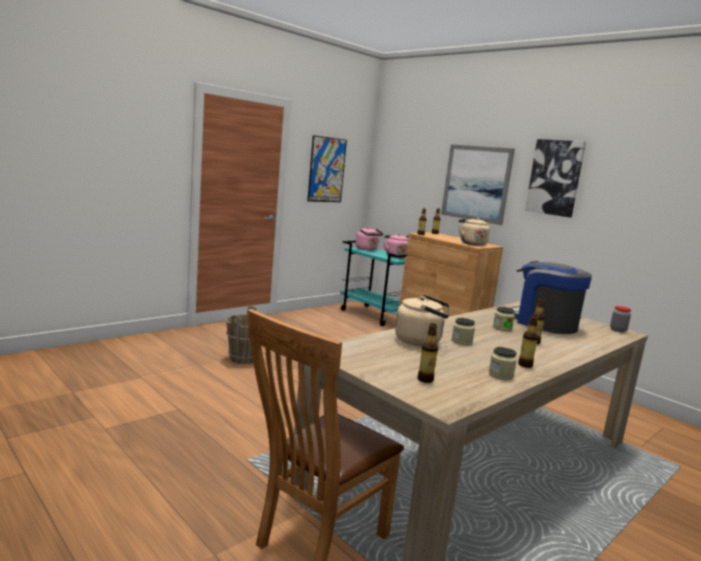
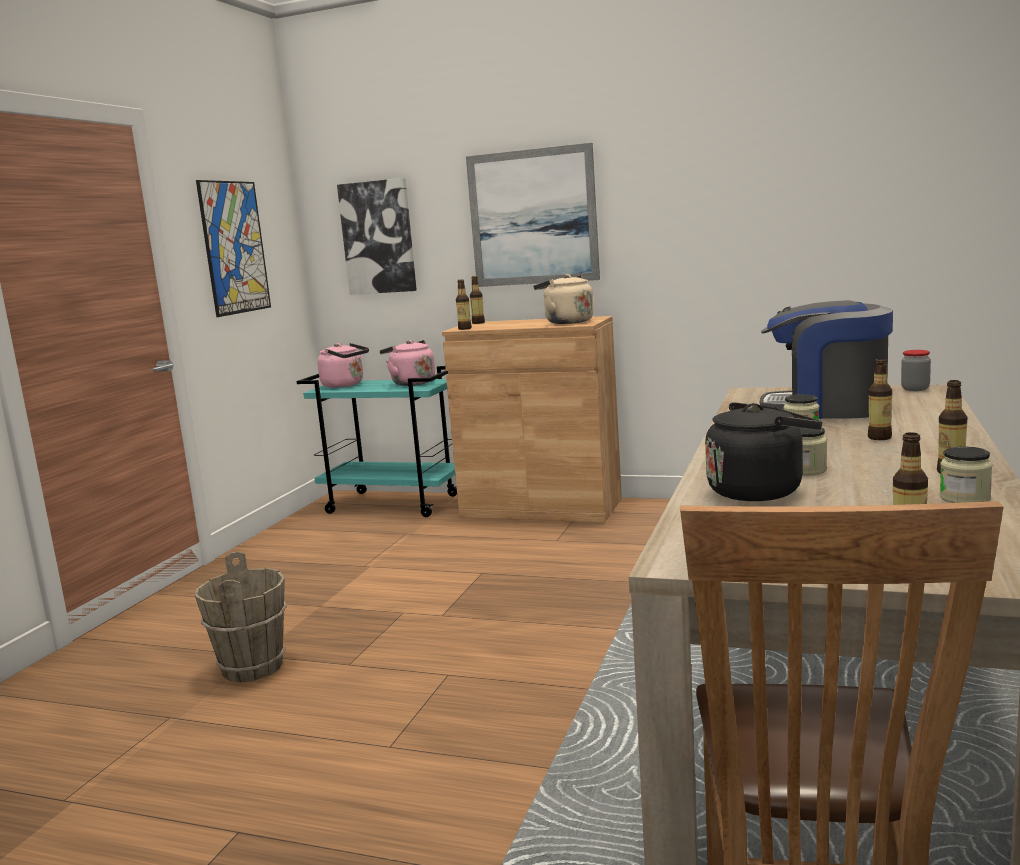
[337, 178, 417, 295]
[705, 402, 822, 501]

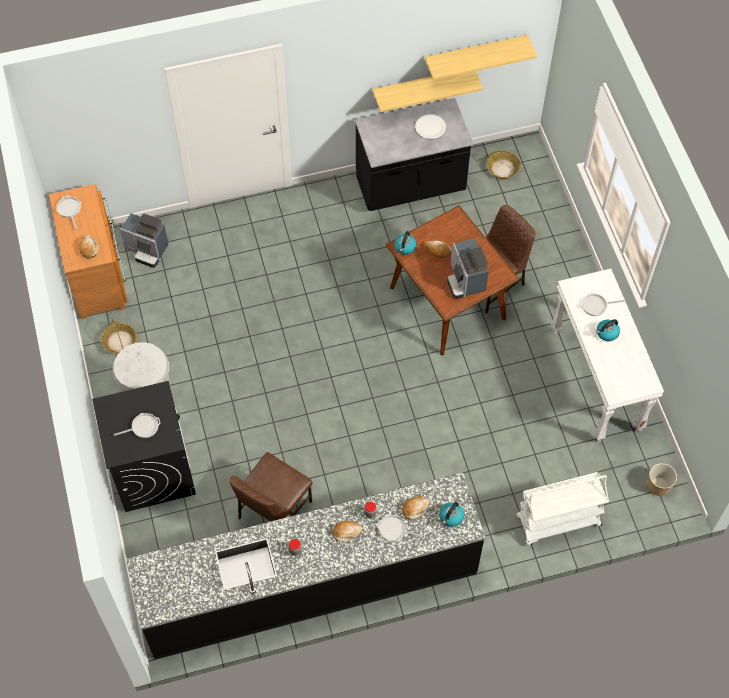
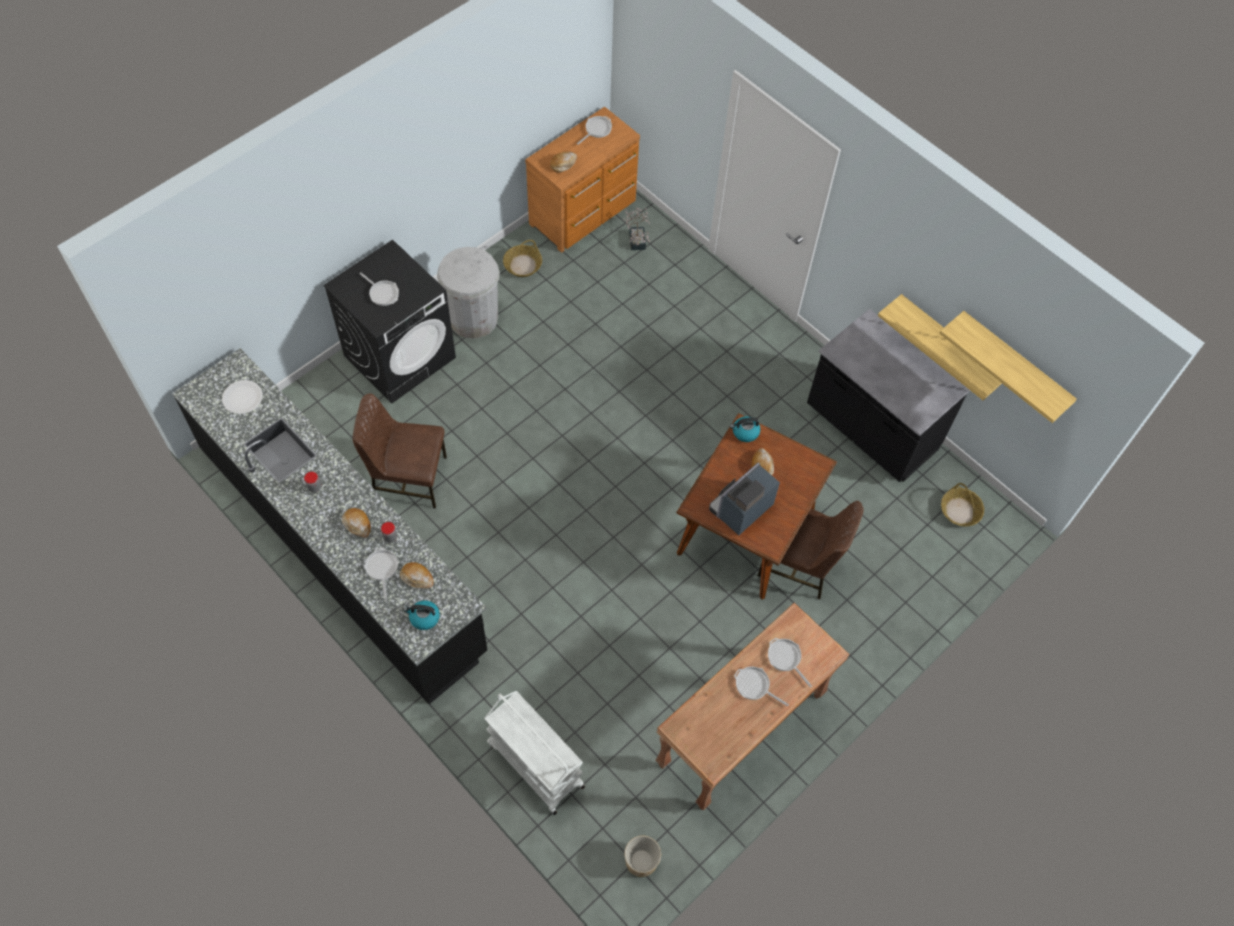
[222, 380, 263, 414]
[623, 208, 650, 250]
[655, 603, 850, 810]
[734, 667, 789, 707]

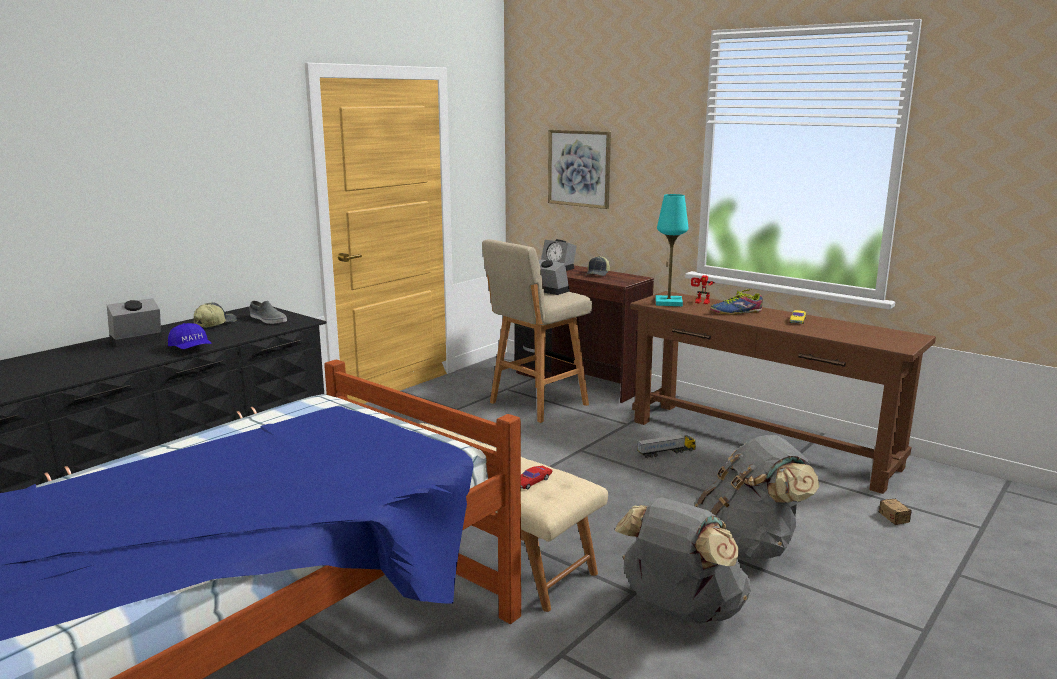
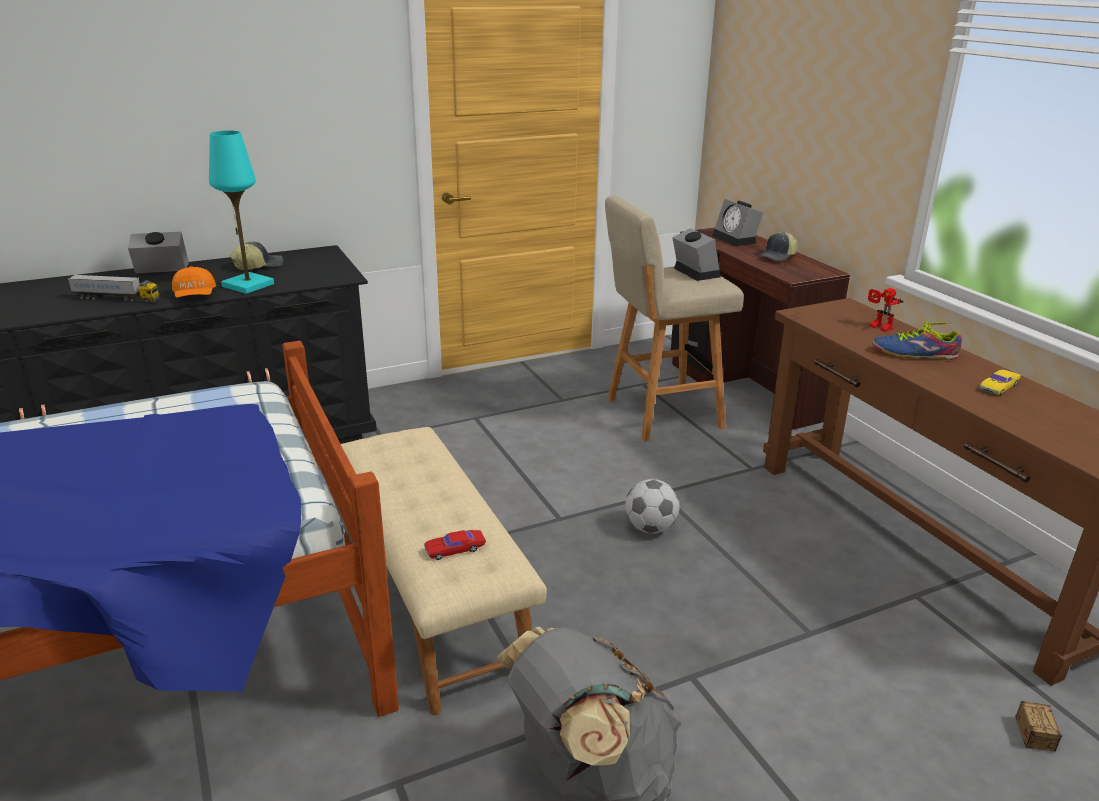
[548, 130, 611, 209] (first image)
[209, 130, 274, 294]
[249, 301, 287, 324] (first image)
[172, 266, 216, 298]
[68, 274, 160, 303]
[695, 435, 819, 559] (first image)
[625, 479, 679, 534]

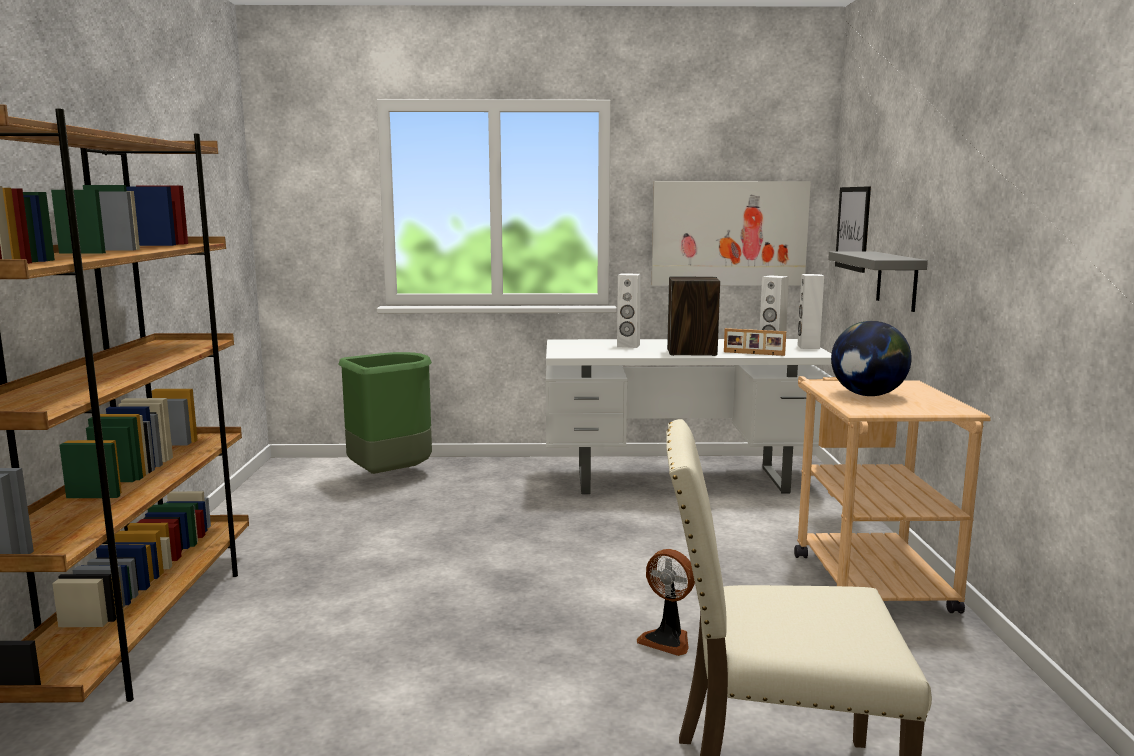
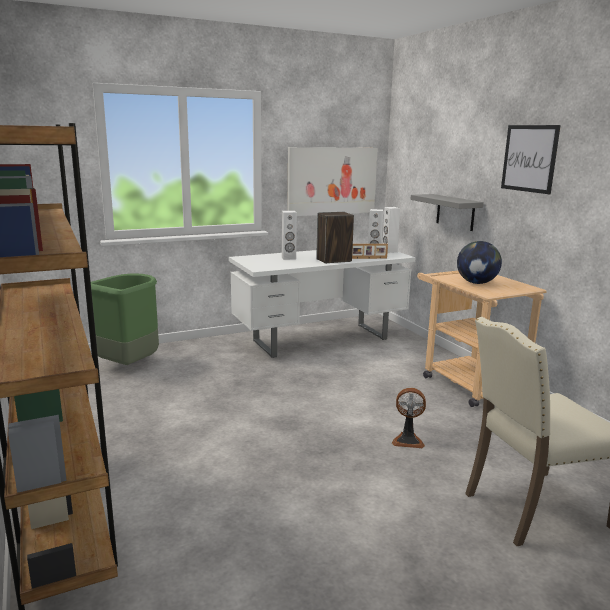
[501, 125, 561, 194]

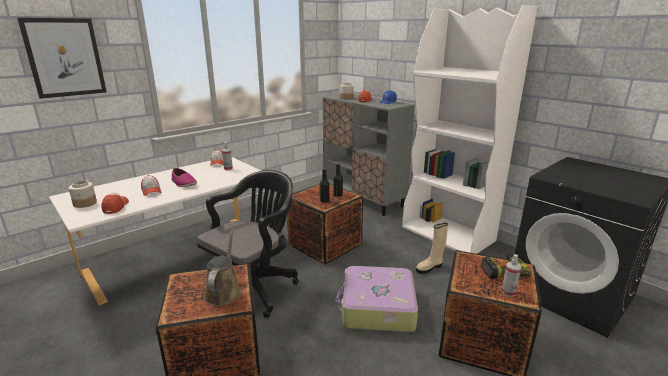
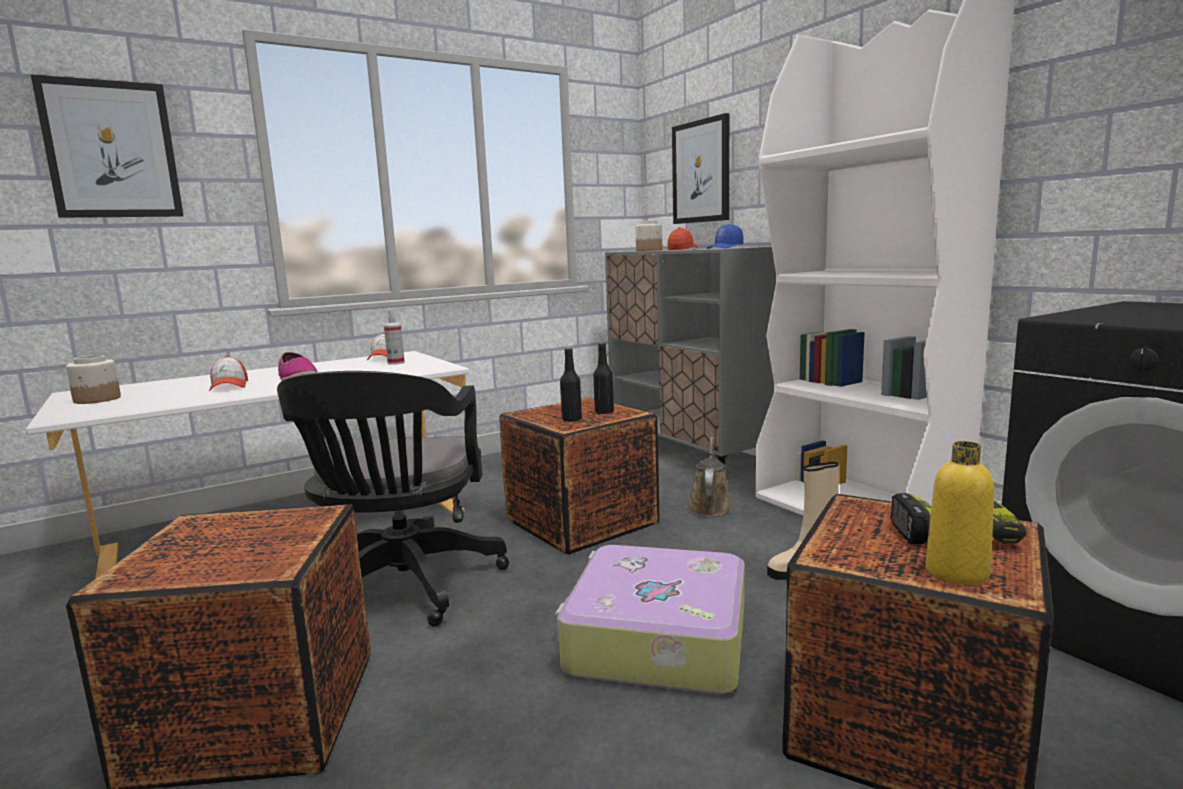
[277, 371, 509, 627]
[101, 193, 129, 214] (first image)
[687, 436, 732, 517]
[925, 441, 994, 585]
[672, 113, 729, 224]

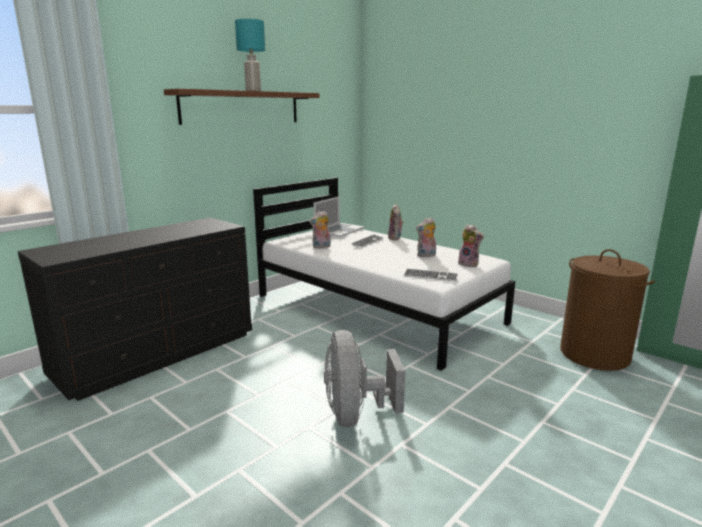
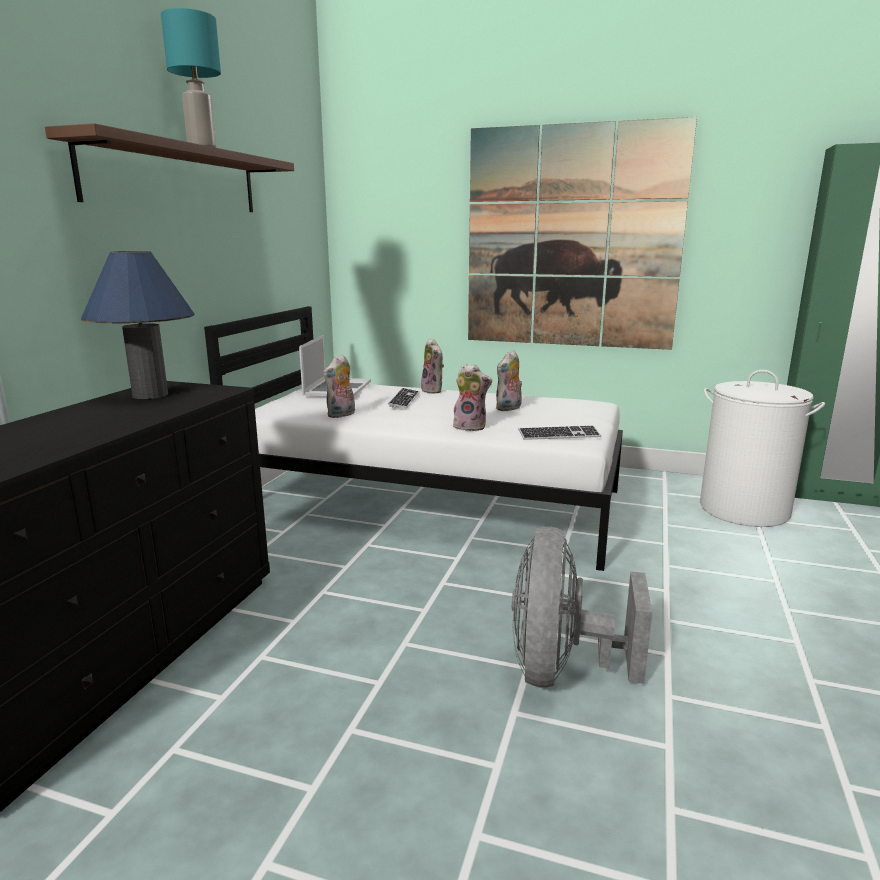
[453, 364, 492, 431]
[700, 370, 825, 527]
[512, 527, 652, 687]
[468, 117, 697, 350]
[81, 251, 195, 399]

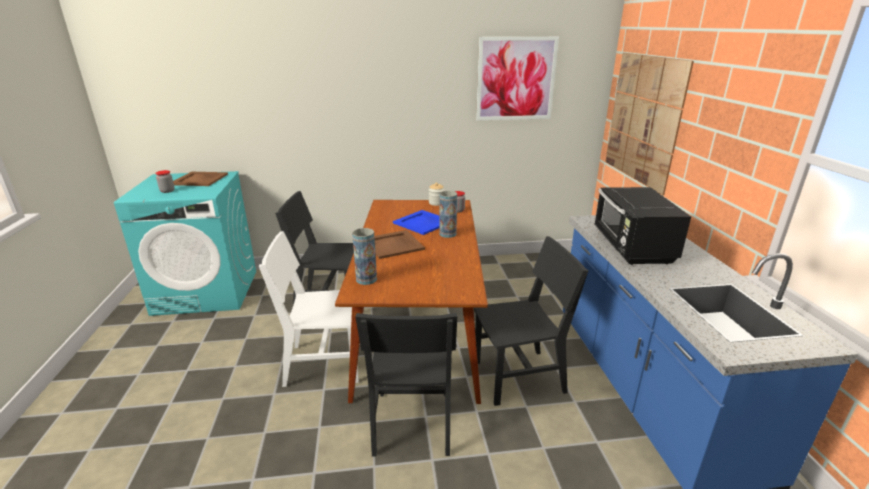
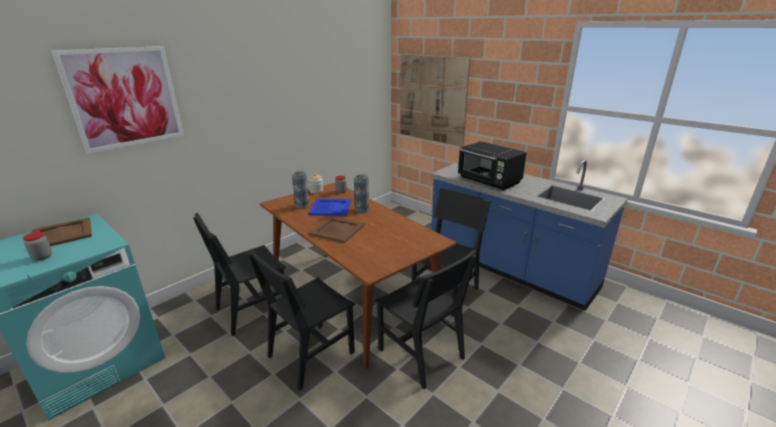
[52, 46, 184, 154]
[292, 171, 309, 209]
[248, 249, 355, 390]

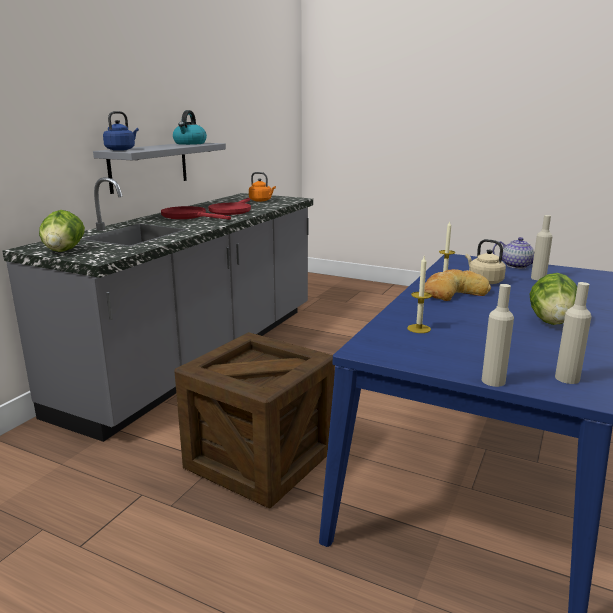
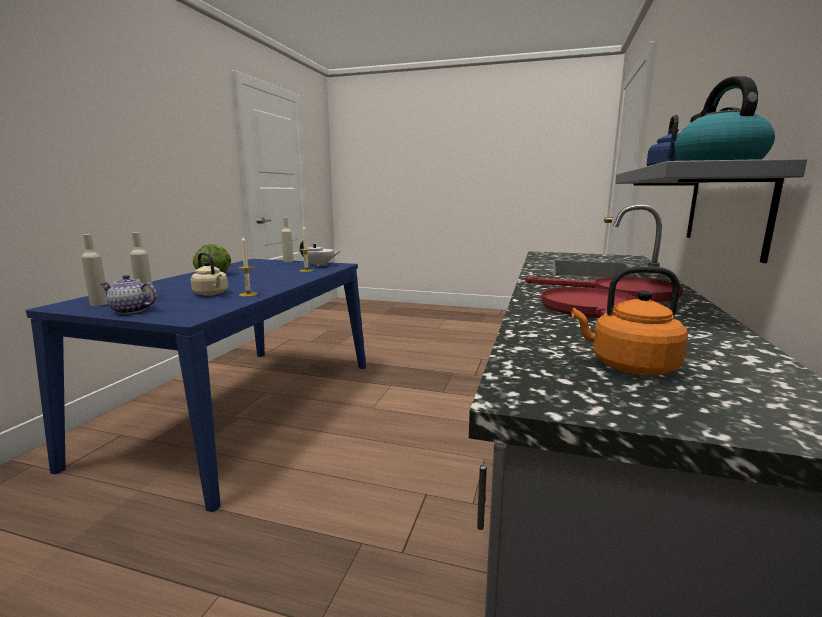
[39, 210, 85, 252] (first image)
[424, 269, 491, 301] (first image)
[81, 234, 108, 306]
[174, 332, 335, 509] (first image)
[300, 241, 340, 267]

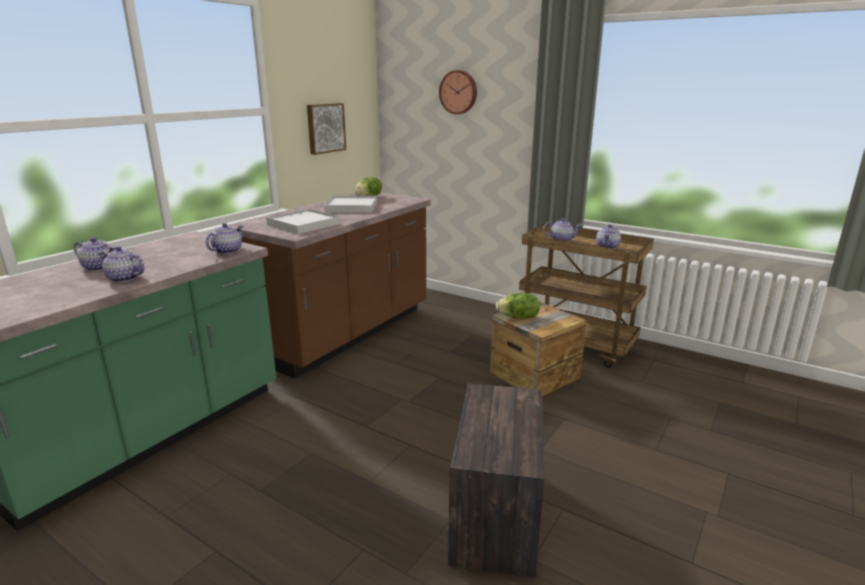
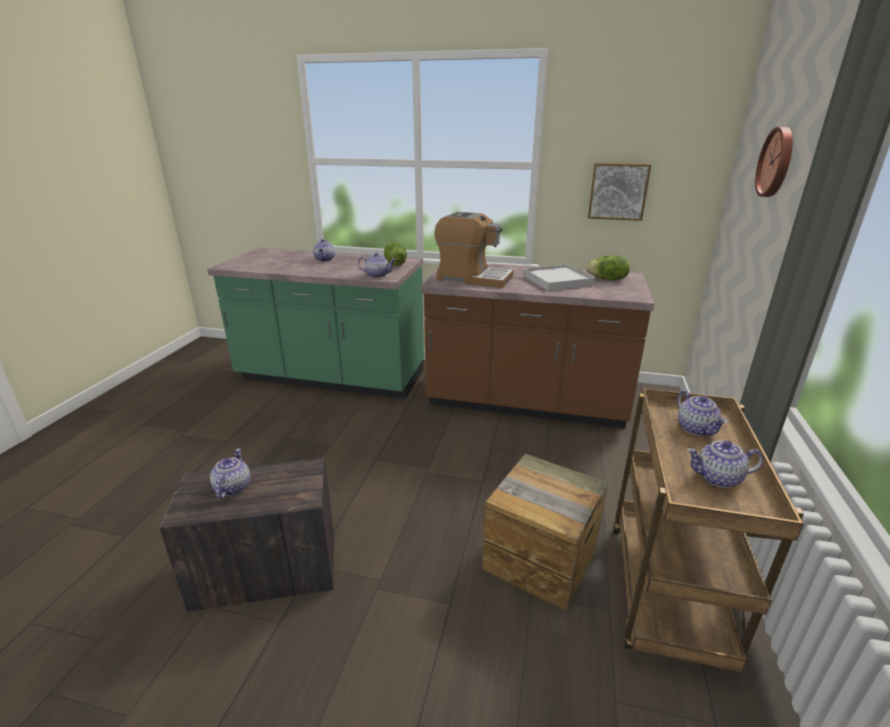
[434, 212, 514, 288]
[210, 449, 250, 499]
[384, 242, 407, 266]

